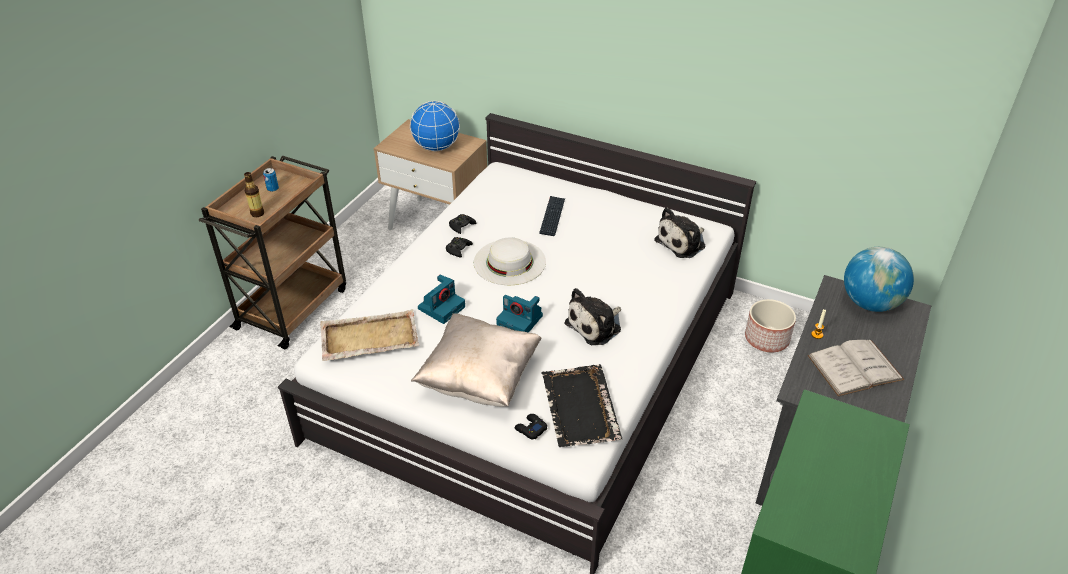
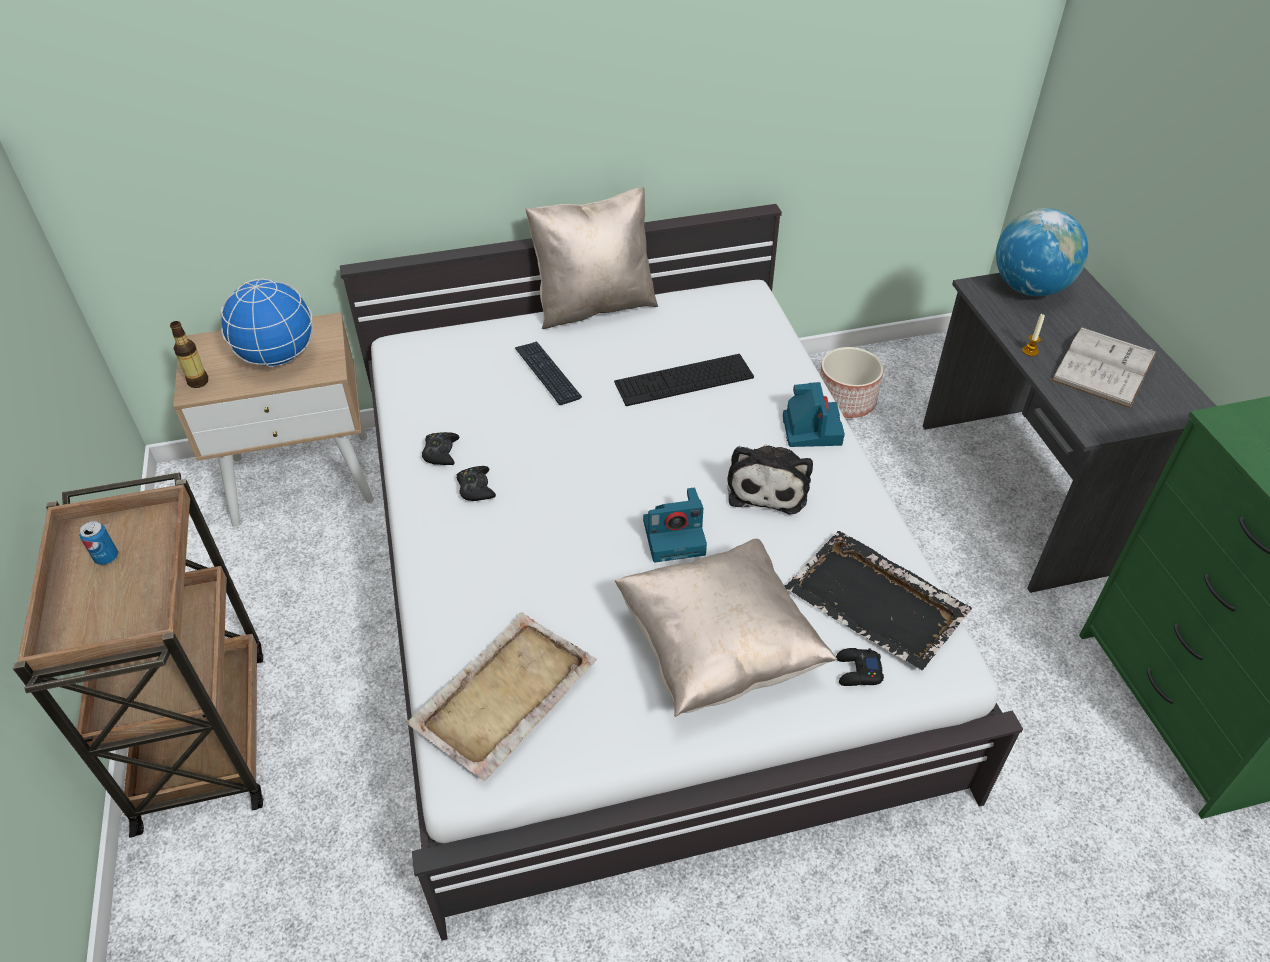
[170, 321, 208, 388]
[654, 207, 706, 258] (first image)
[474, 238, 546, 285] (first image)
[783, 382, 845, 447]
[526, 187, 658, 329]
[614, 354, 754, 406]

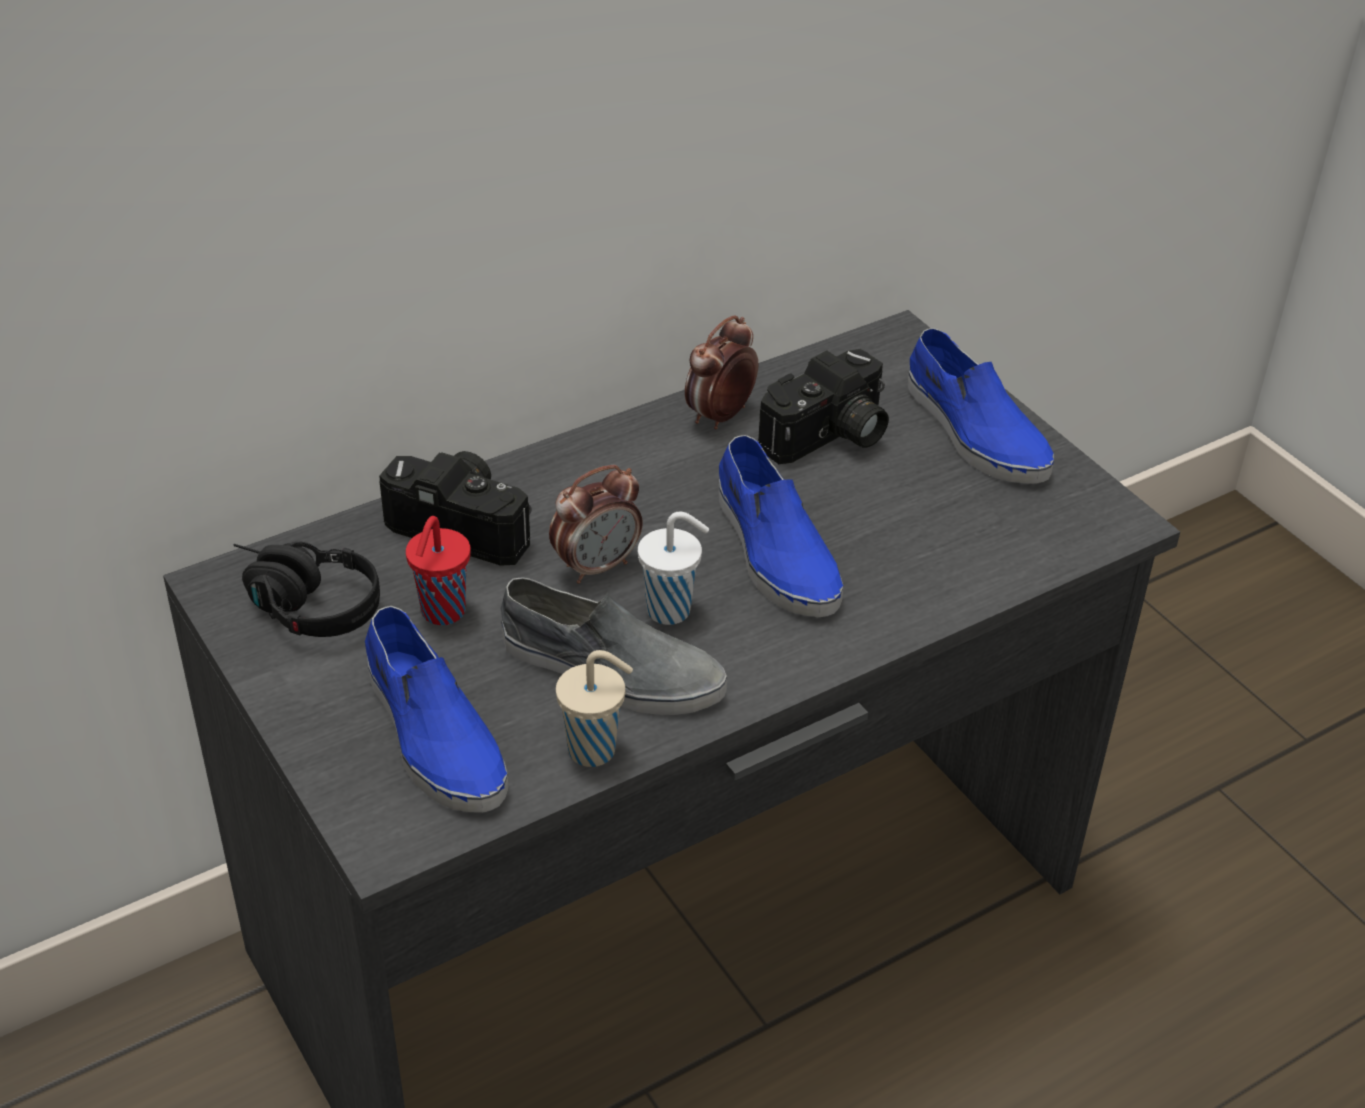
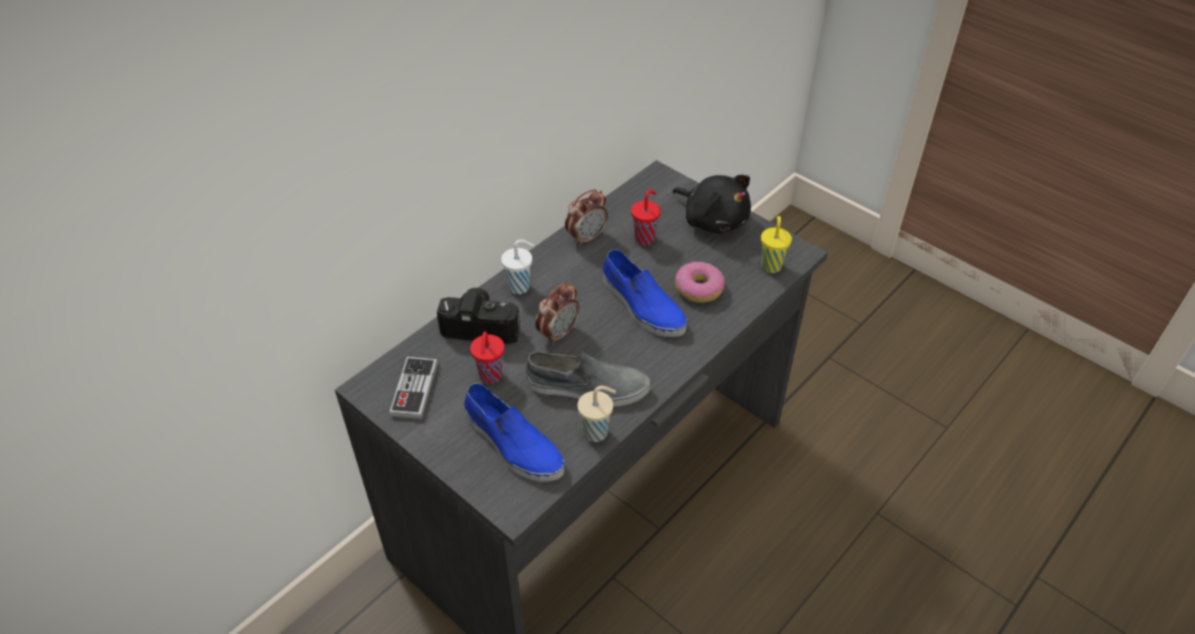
[565, 189, 608, 247]
[673, 175, 751, 233]
[631, 190, 661, 245]
[501, 239, 534, 294]
[389, 357, 438, 419]
[761, 216, 792, 273]
[675, 261, 725, 303]

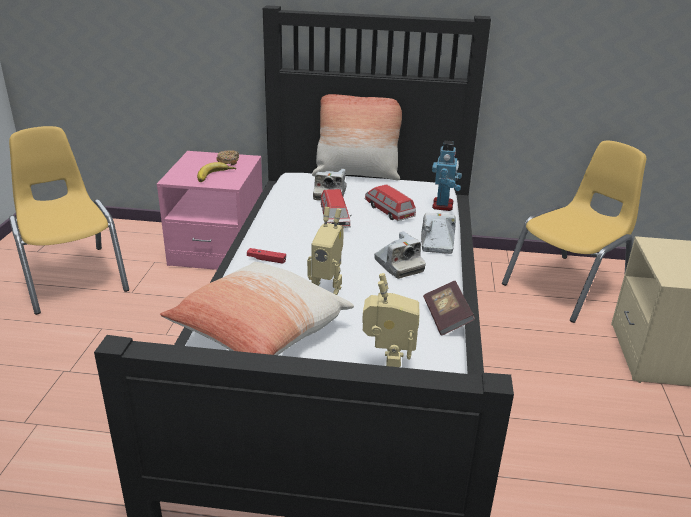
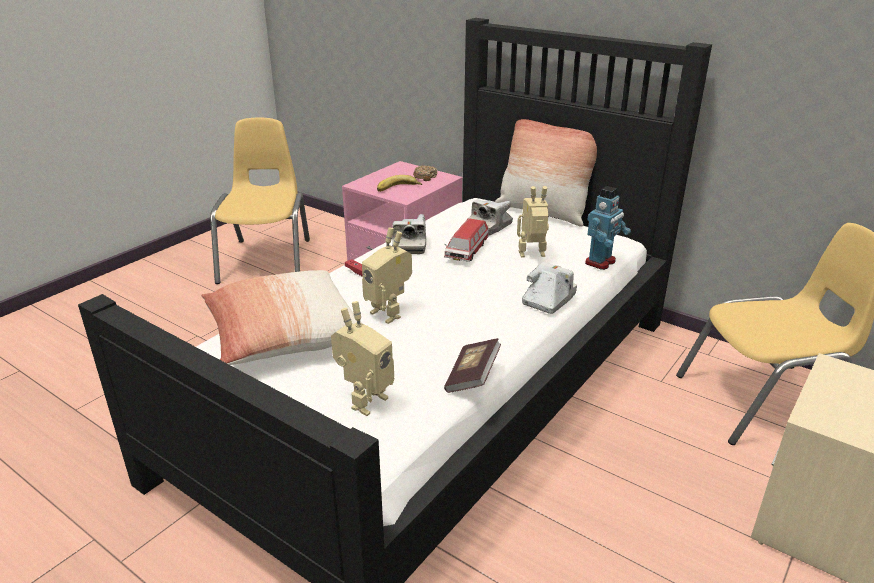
[517, 186, 549, 257]
[392, 214, 426, 254]

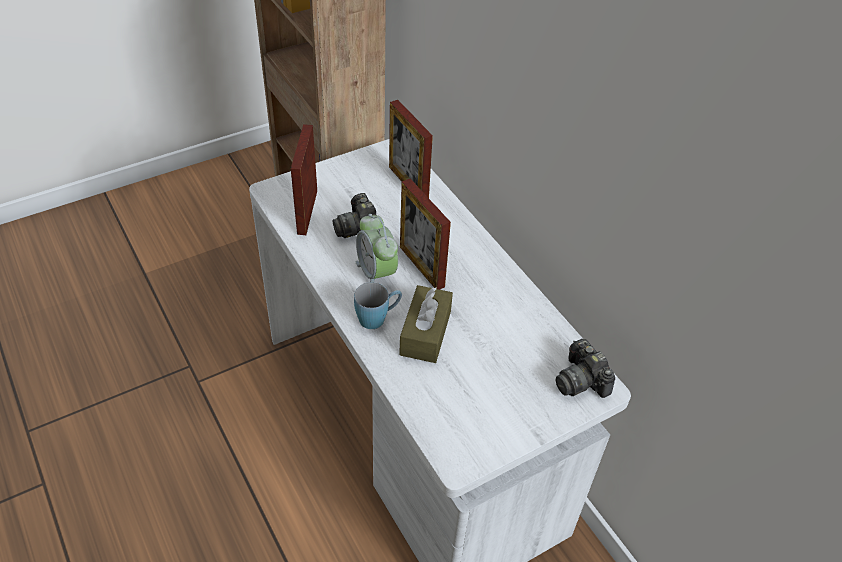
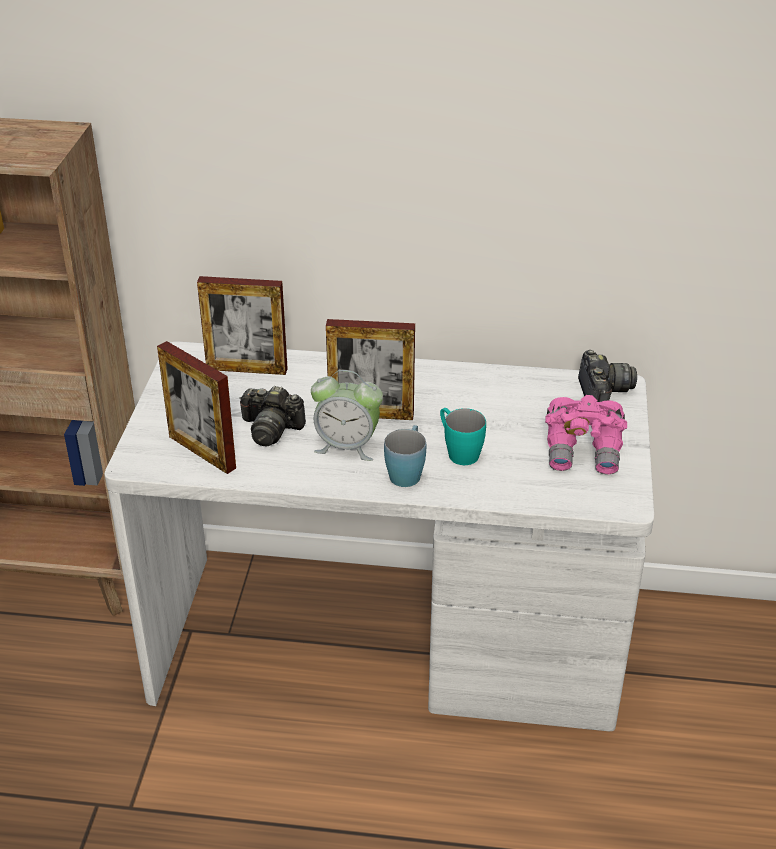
[440, 408, 486, 465]
[578, 350, 637, 402]
[545, 395, 627, 475]

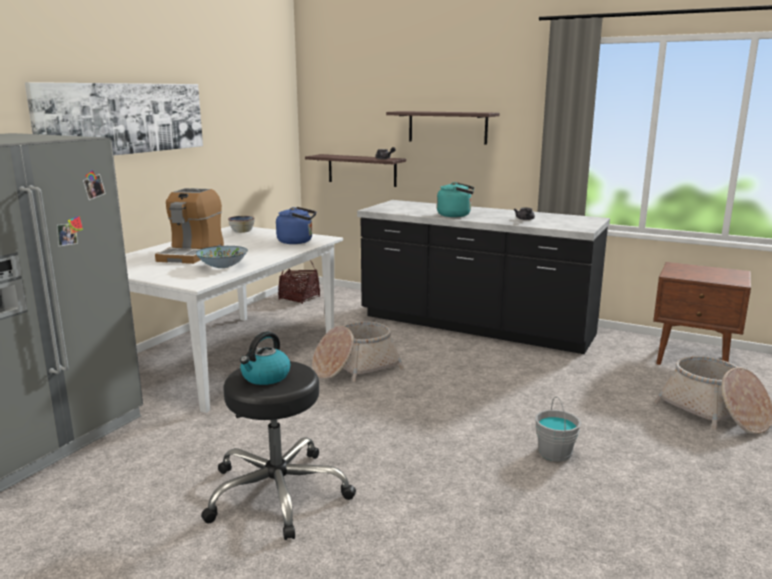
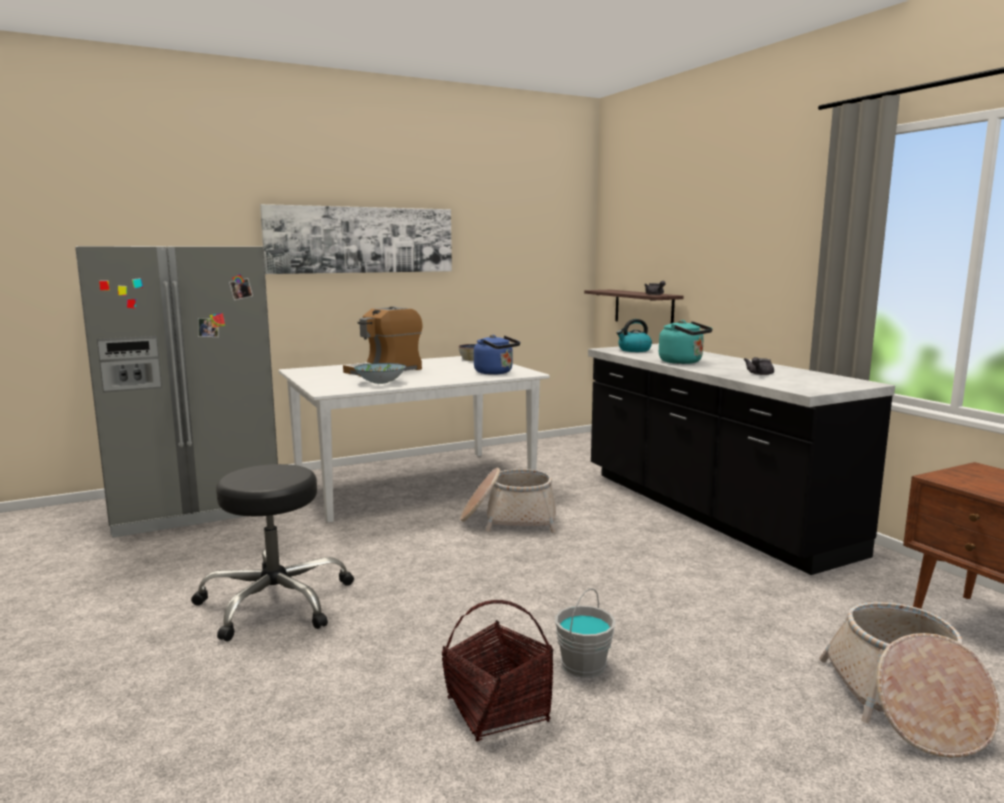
[386, 111, 500, 145] (first image)
[442, 600, 554, 742]
[617, 319, 652, 352]

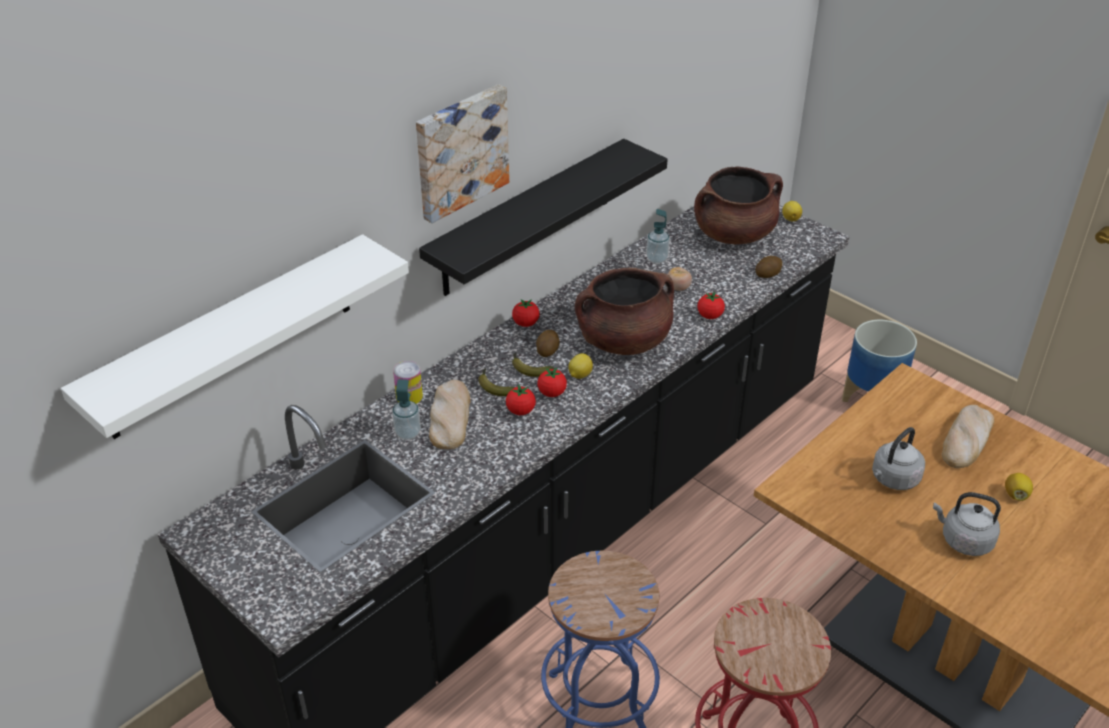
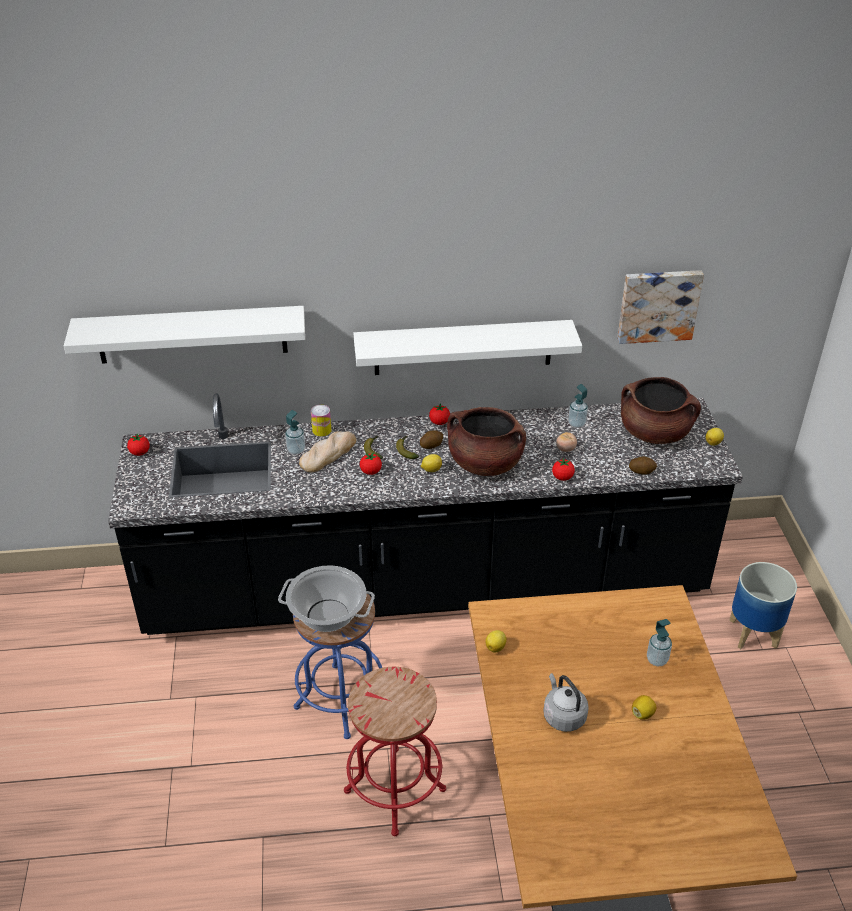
[617, 270, 704, 344]
[354, 320, 582, 375]
[127, 433, 150, 456]
[647, 619, 672, 667]
[872, 427, 925, 490] (first image)
[278, 565, 375, 632]
[485, 630, 507, 653]

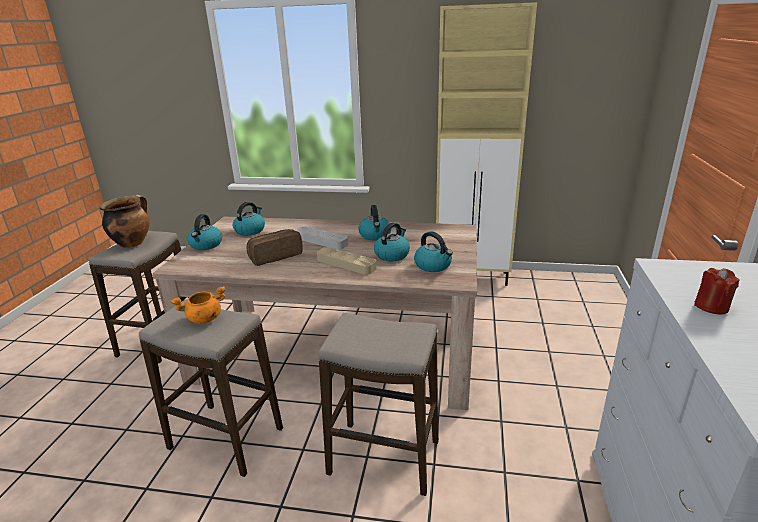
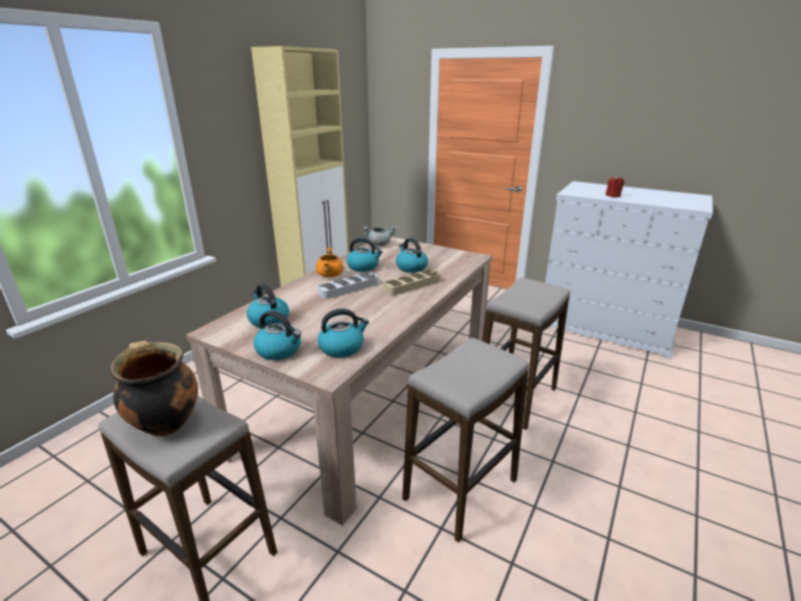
[247, 229, 303, 266] (first image)
[318, 309, 369, 358]
[316, 248, 344, 277]
[363, 226, 397, 246]

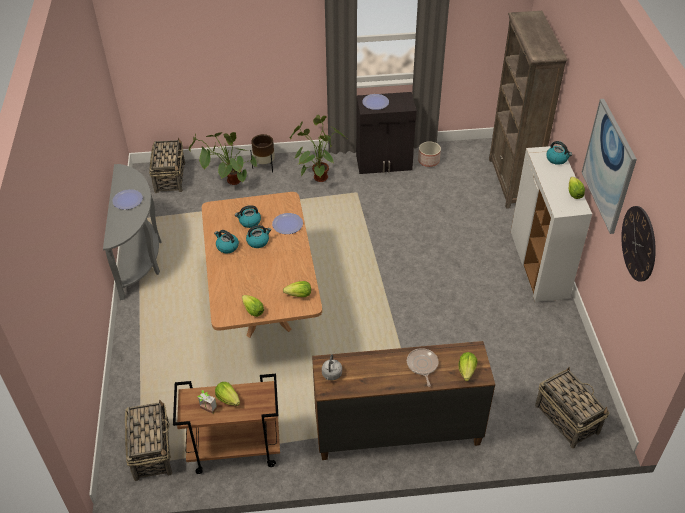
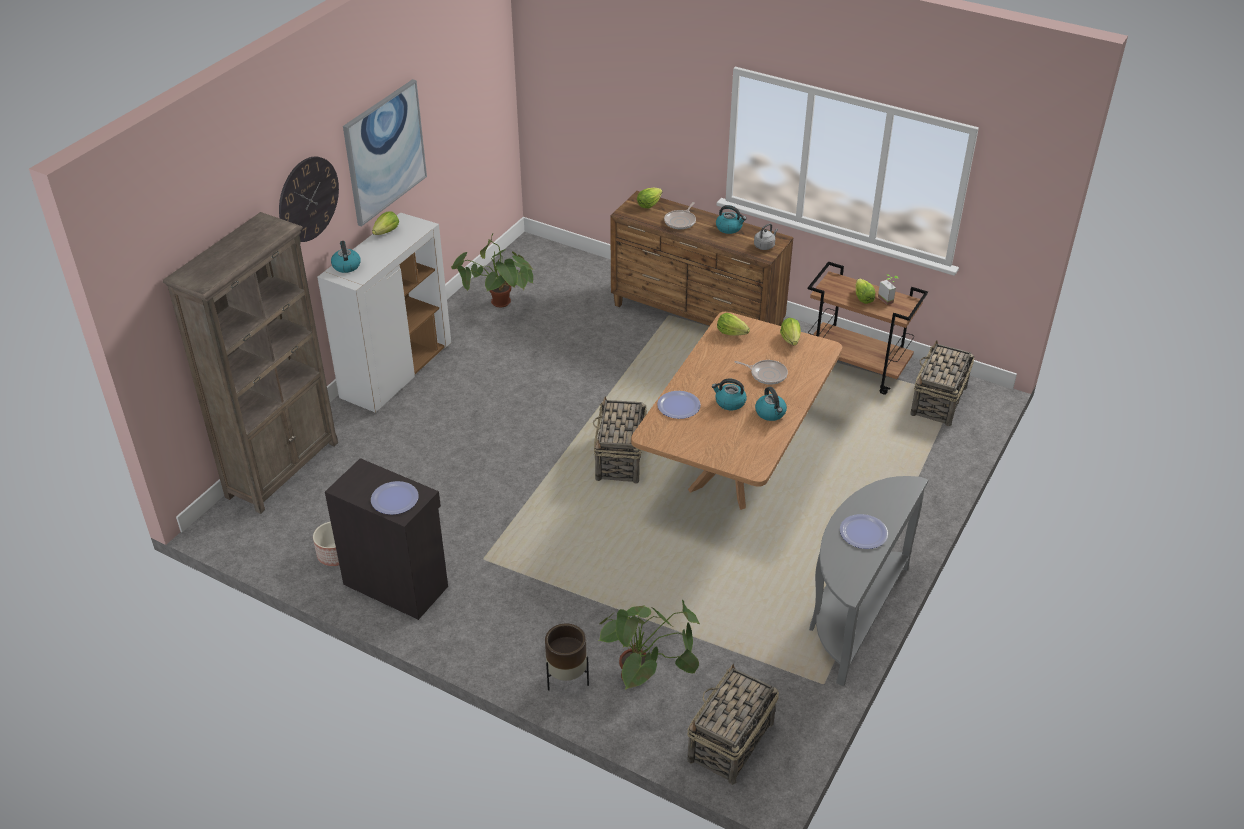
[451, 232, 534, 307]
[716, 205, 747, 234]
[279, 157, 339, 242]
[593, 396, 647, 483]
[734, 360, 788, 385]

